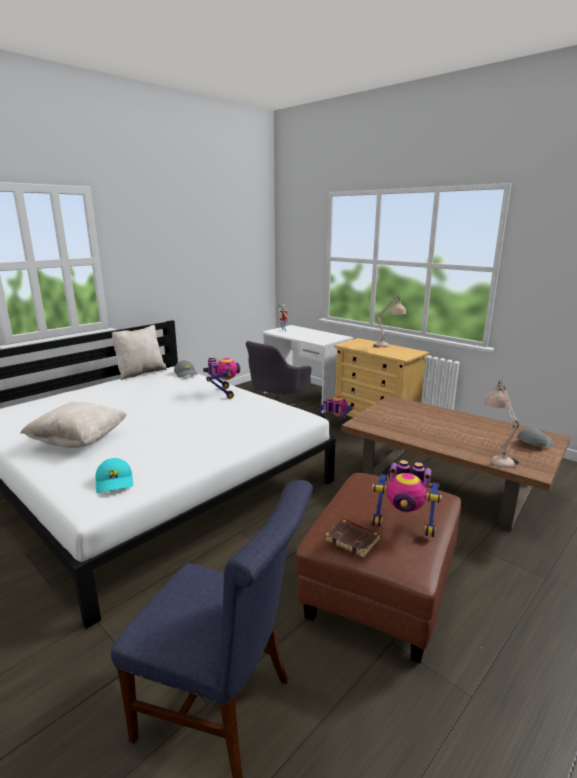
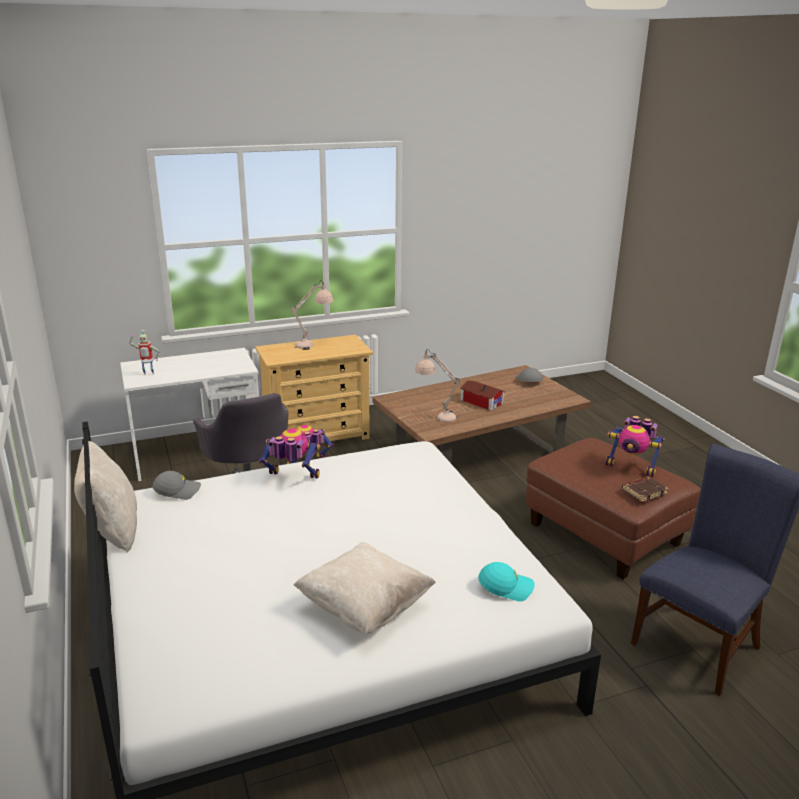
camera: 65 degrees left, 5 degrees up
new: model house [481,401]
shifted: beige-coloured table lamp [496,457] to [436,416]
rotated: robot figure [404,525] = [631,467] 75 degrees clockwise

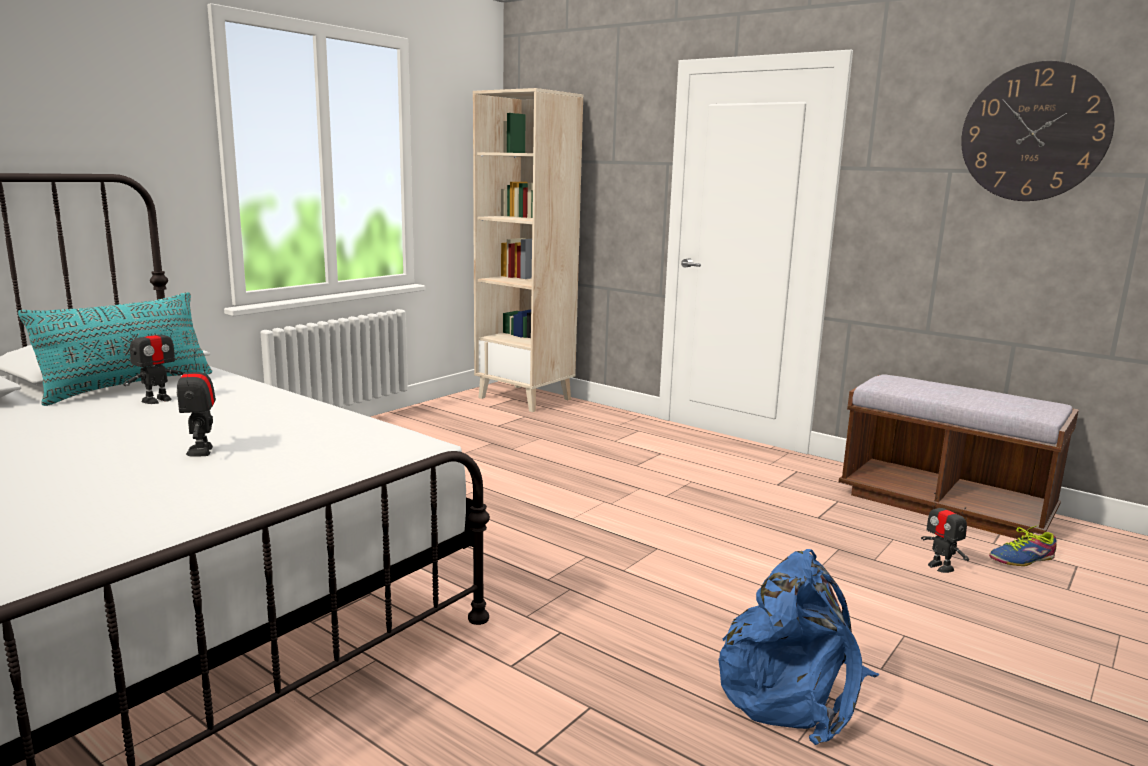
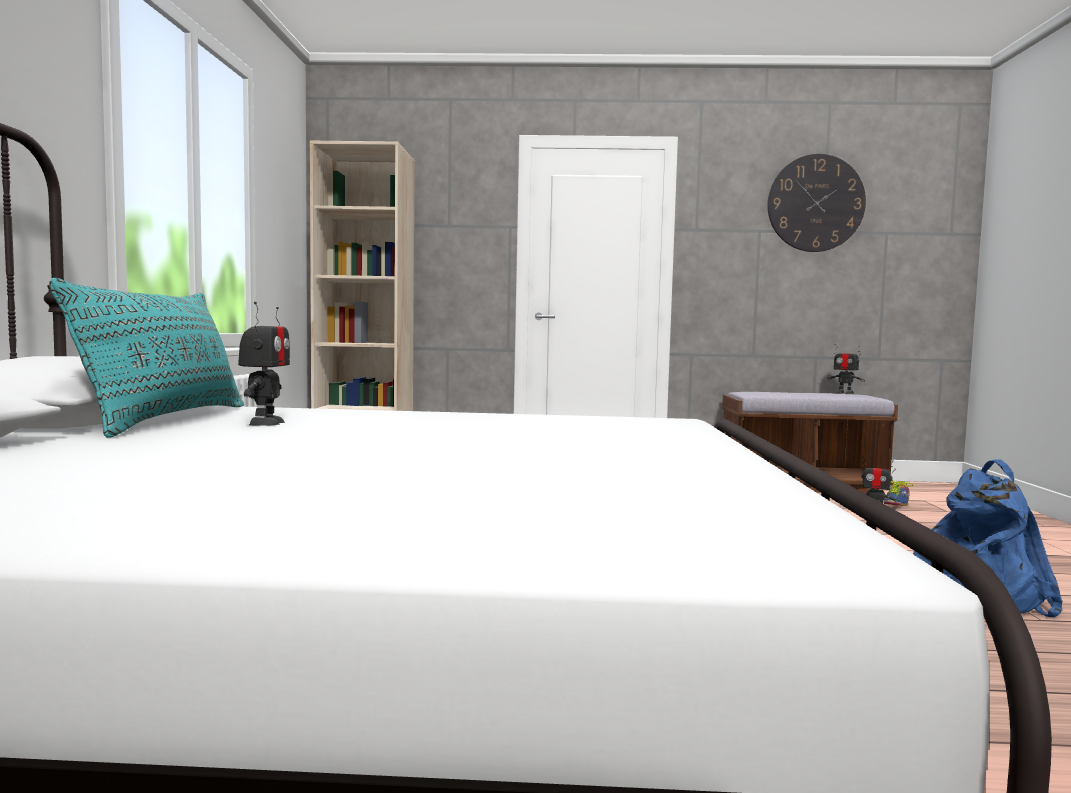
camera: 35 degrees left, 10 degrees down
shifted: robot figure [201,451] to [844,393]

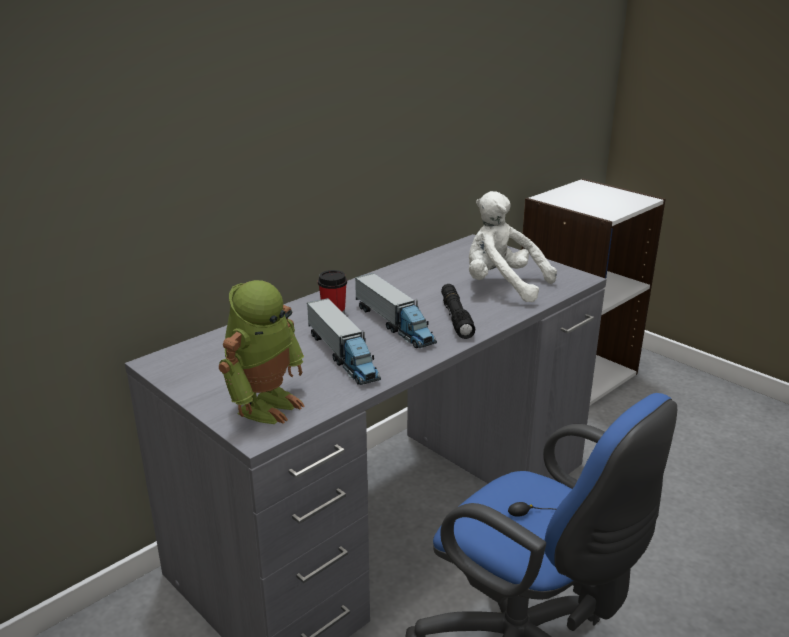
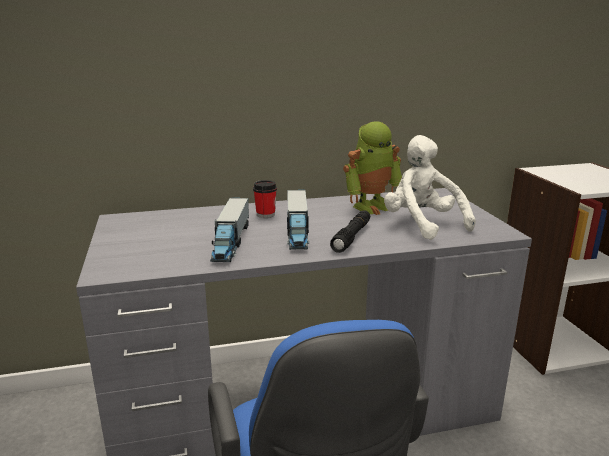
camera: 30 degrees right, 5 degrees down
shifted: robot figure [265,404] to [372,206]

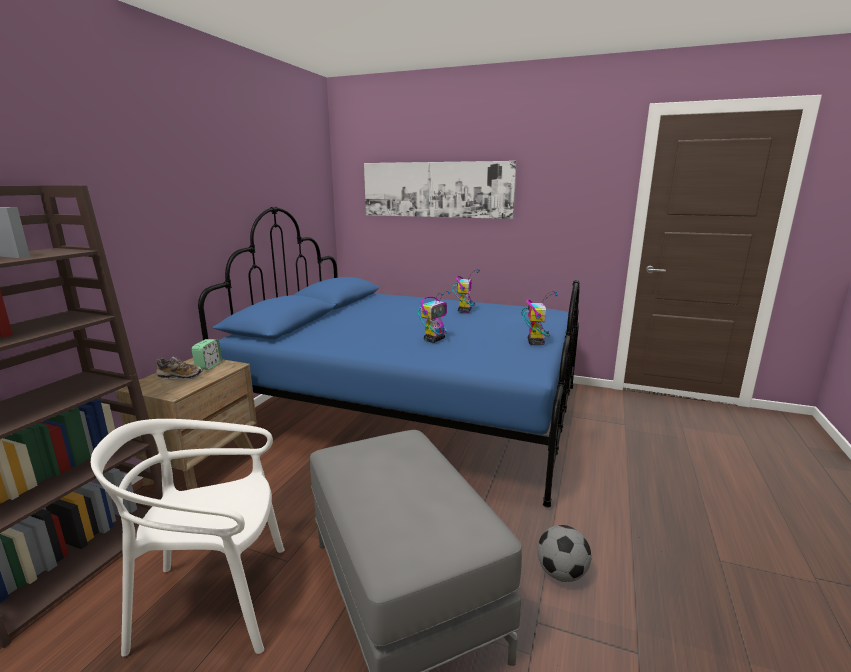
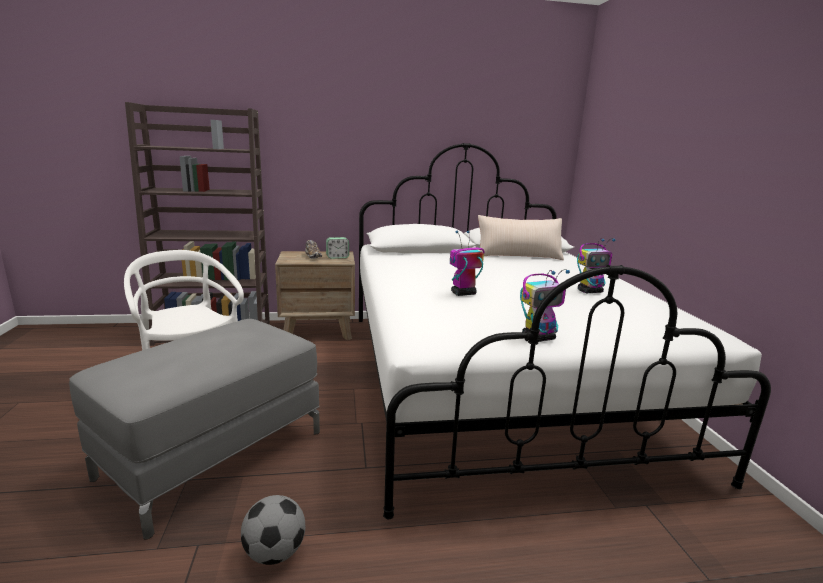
camera: 60 degrees right, 0 degrees up
gone: picture [436,189]
new: beige-coloured cushion [518,256]
repainted: bluish bedroom bed [413,409] to whitish bedroom bed [494,380]
rotated: robot figure [434,340] = [463,293] 150 degrees clockwise

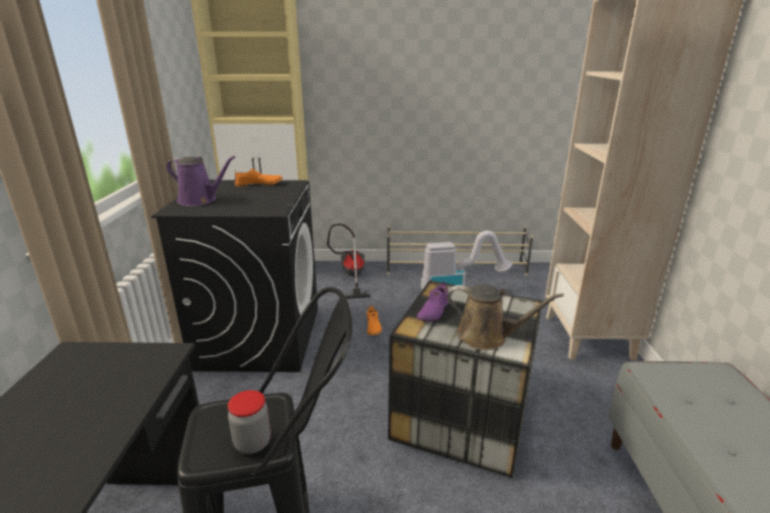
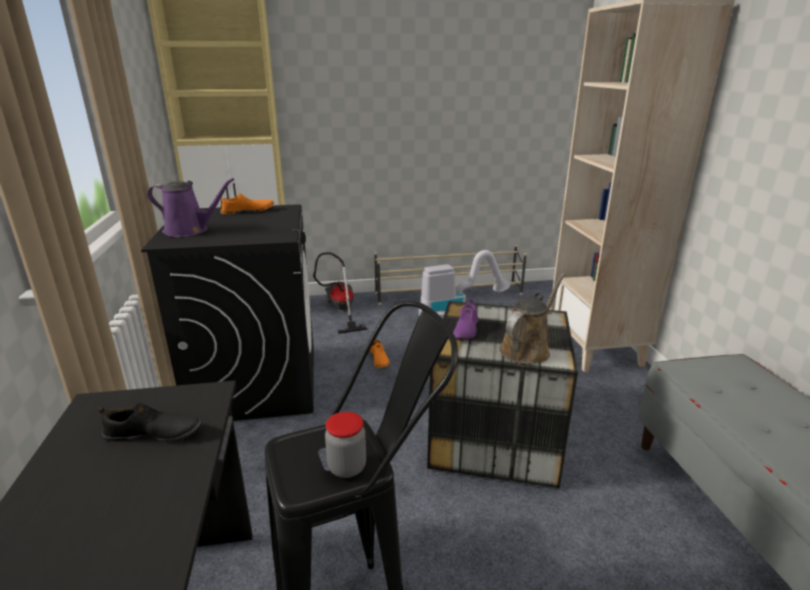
camera: 10 degrees left, 0 degrees up
new: black-coloured item of footwear [154,434]
rotated: brownish watering pot [487,337] = [527,349] 60 degrees counterclockwise

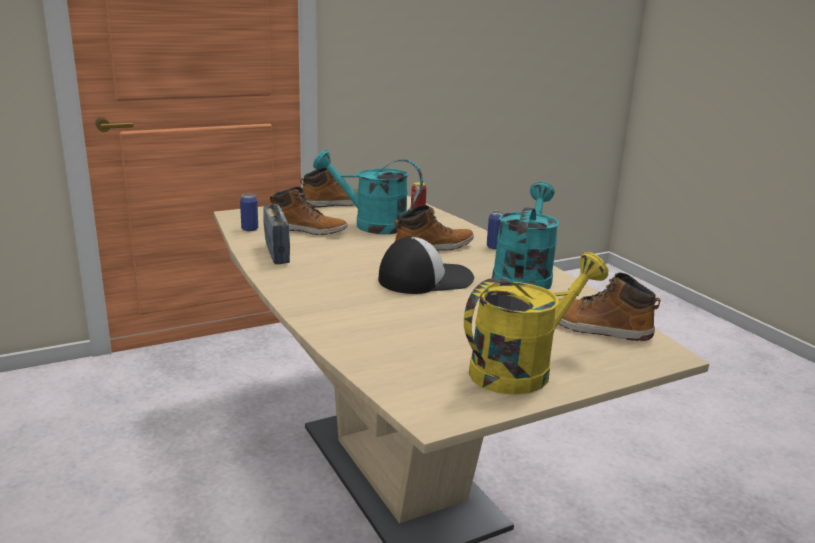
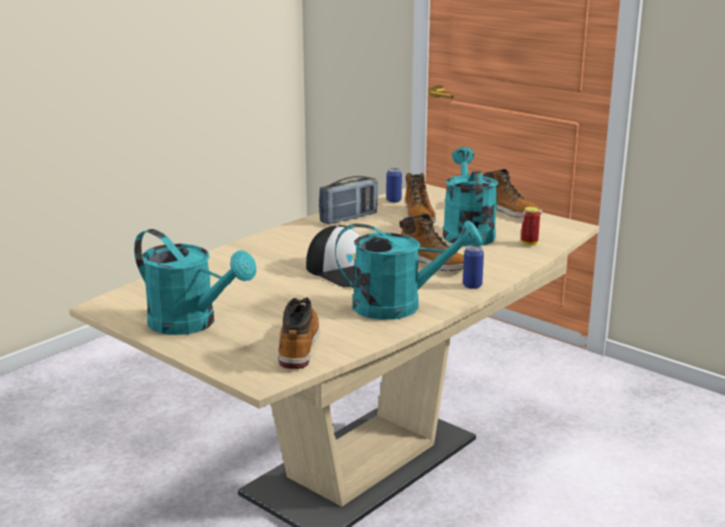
camera: 70 degrees right, 0 degrees up
repainted: yellowish watering pot [521,368] to turquoise watering pot [192,324]

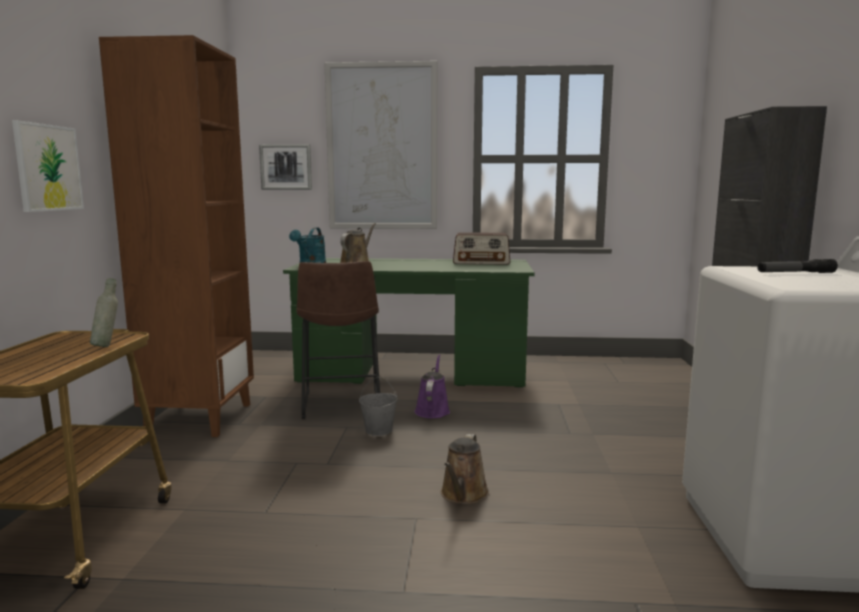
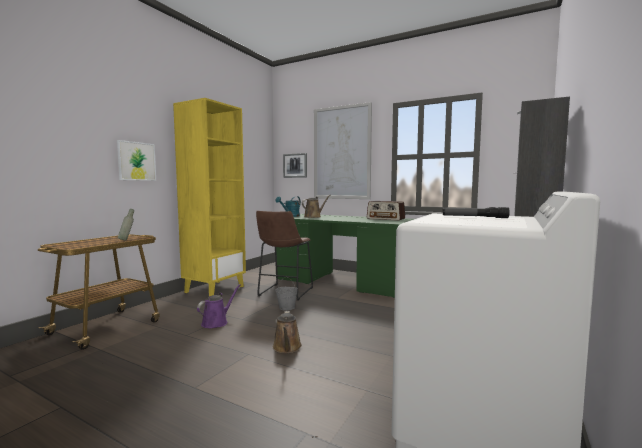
camera: 25 degrees right, 5 degrees down
shifted: purple-coloured watering pot [432,410] to [216,322]
repainted: brownish bookcase [199,418] to yellowish bookcase [214,289]
rotated: brownish watering pot [463,495] = [287,348] 45 degrees counterclockwise

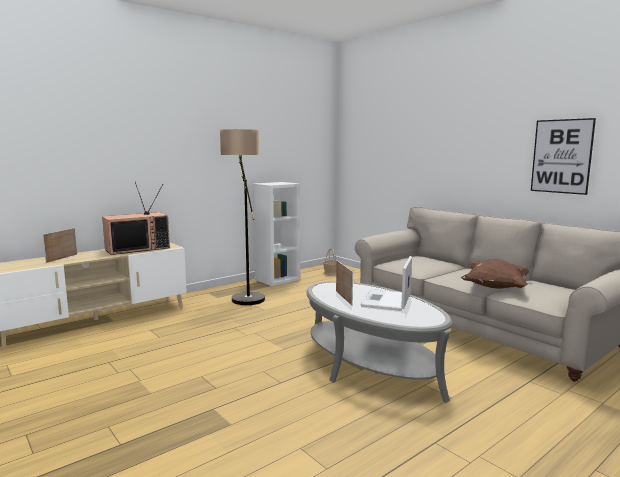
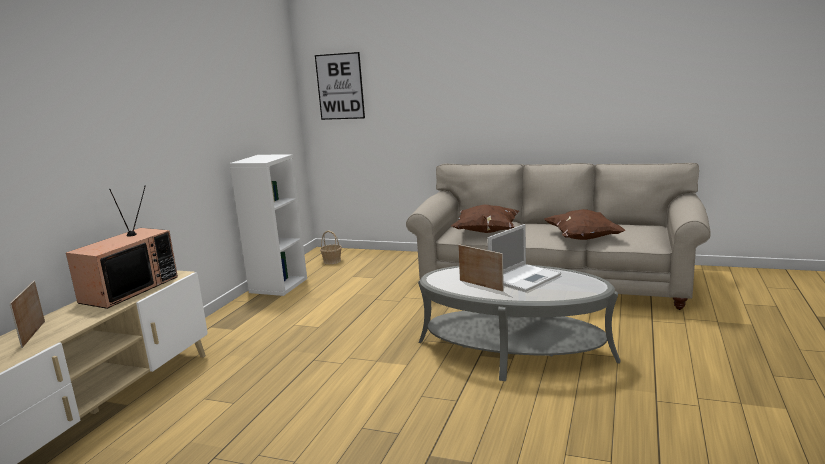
camera: 30 degrees left, 5 degrees up
gone: standard lamp [246,295]
new: brownish cushion [486,232]
shifted: picture [561,156] to [340,86]
rotated: laptop [386,301] = [525,277] 120 degrees counterclockwise

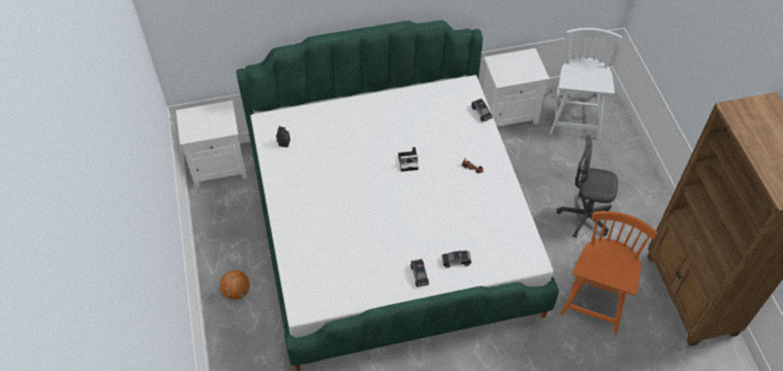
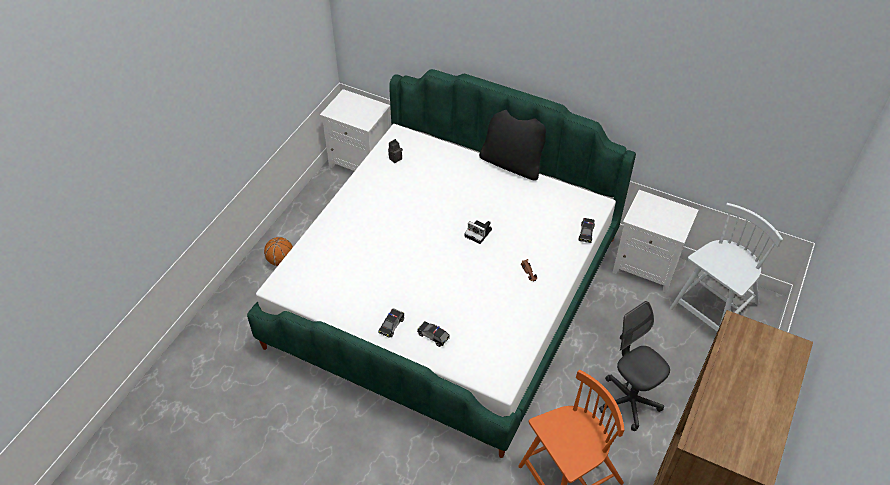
camera: 40 degrees right, 5 degrees down
new: black-coloured cushion [512,163]

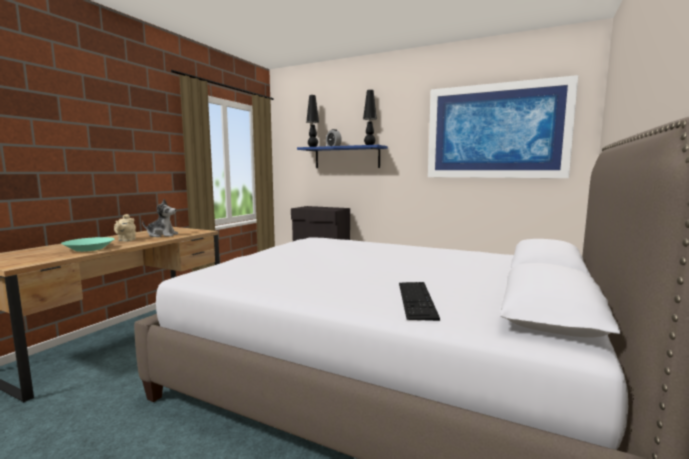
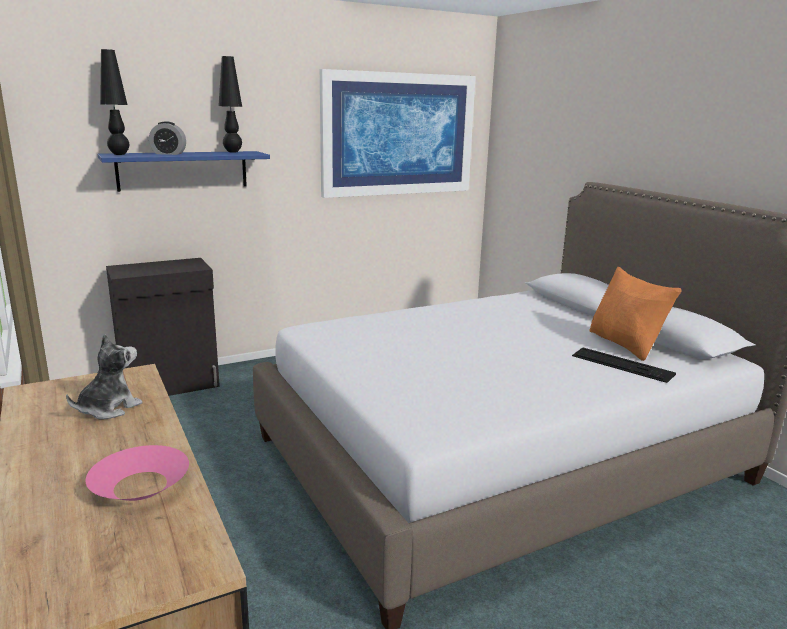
camera: 55 degrees left, 10 degrees up
gone: beige-coloured tea pot [126,240]
new: orange cushion [625,345]
repainted: turquoise bowl [89,249] to pink-coloured bowl [140,485]

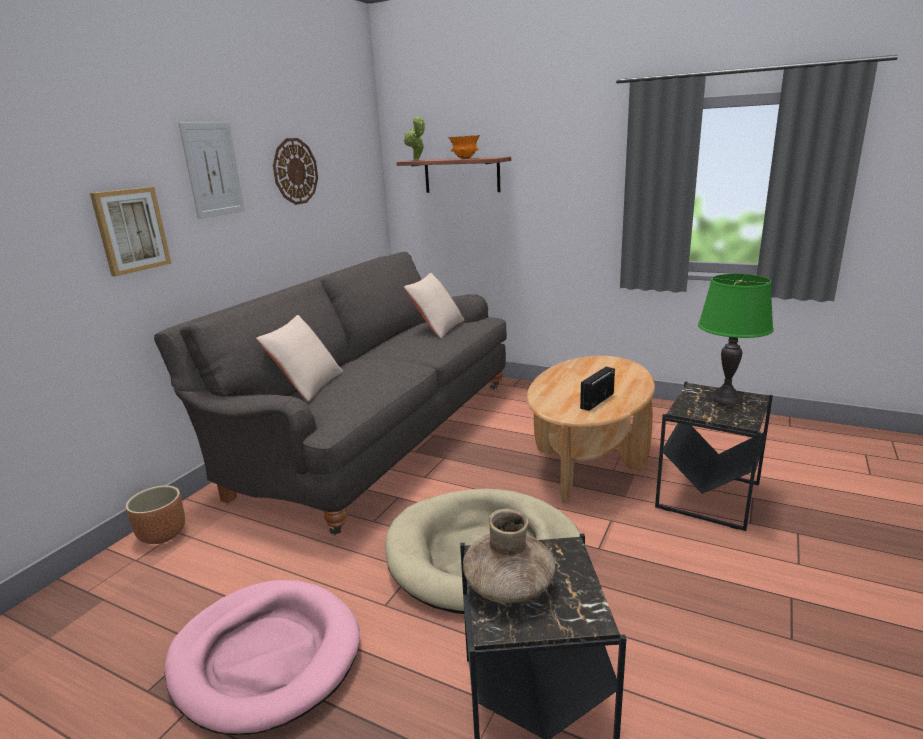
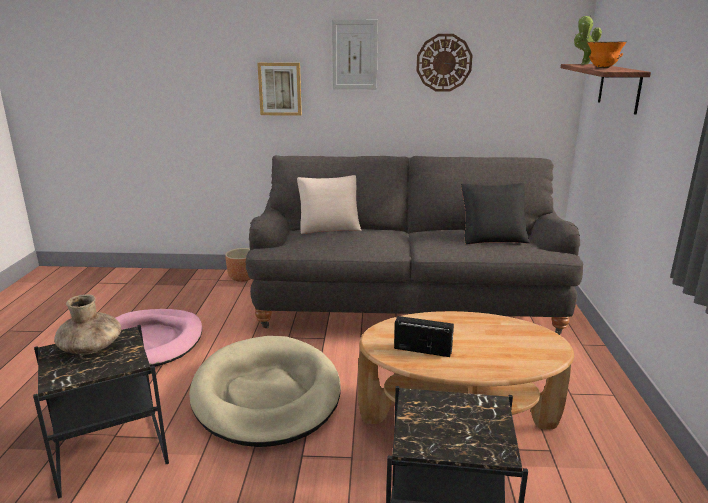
camera: 65 degrees right, 0 degrees up
gone: green-coloured table lamp [725,398]
repainted: beige-coloured cushion [437,328] to black-coloured cushion [492,237]

